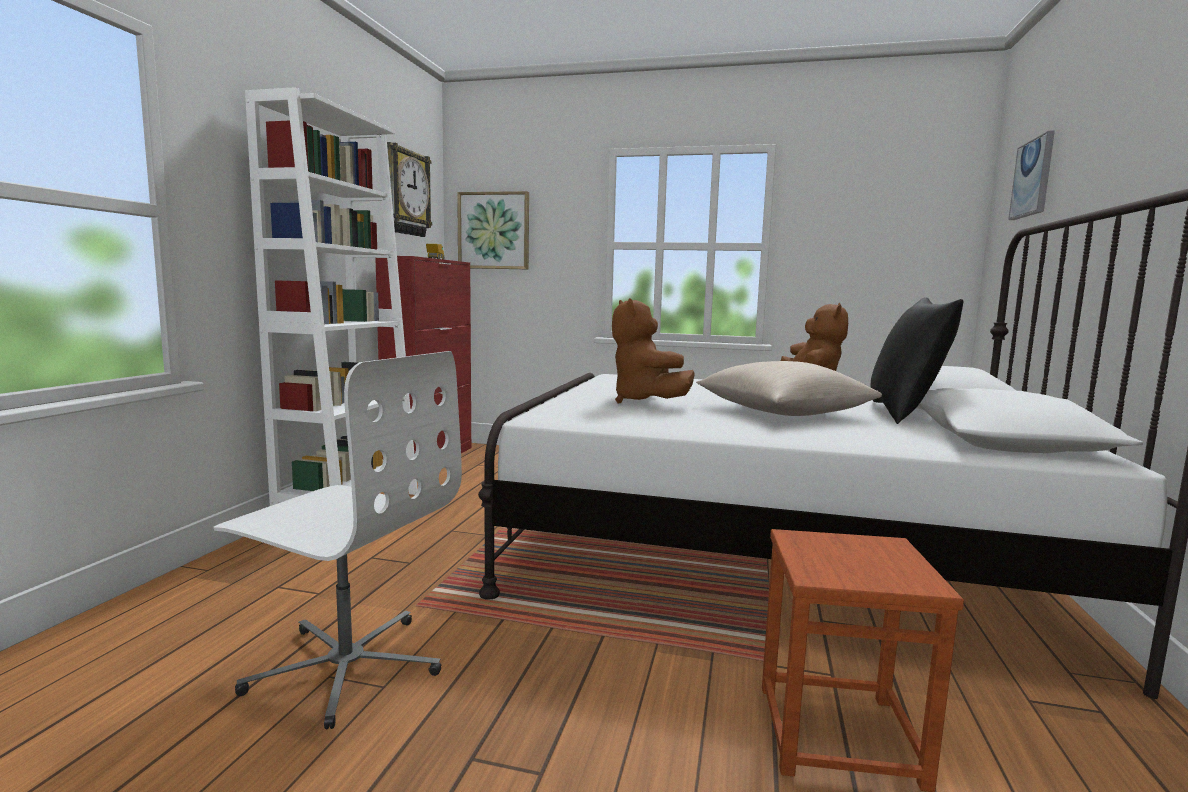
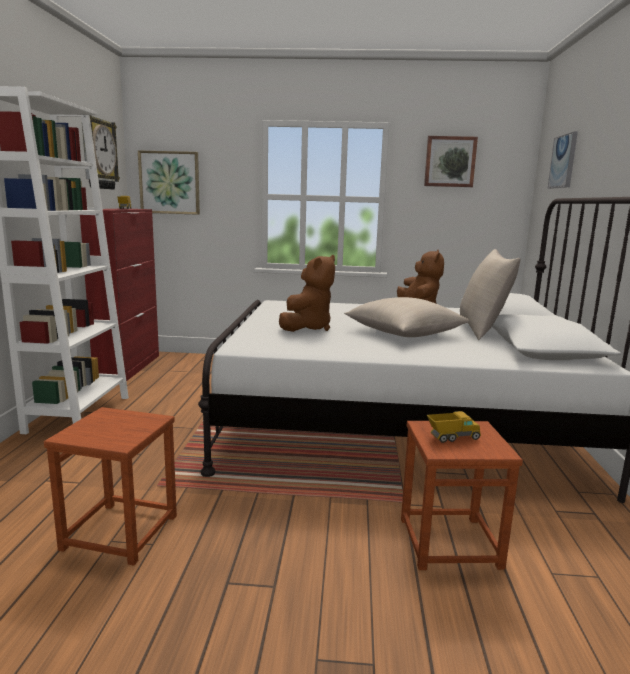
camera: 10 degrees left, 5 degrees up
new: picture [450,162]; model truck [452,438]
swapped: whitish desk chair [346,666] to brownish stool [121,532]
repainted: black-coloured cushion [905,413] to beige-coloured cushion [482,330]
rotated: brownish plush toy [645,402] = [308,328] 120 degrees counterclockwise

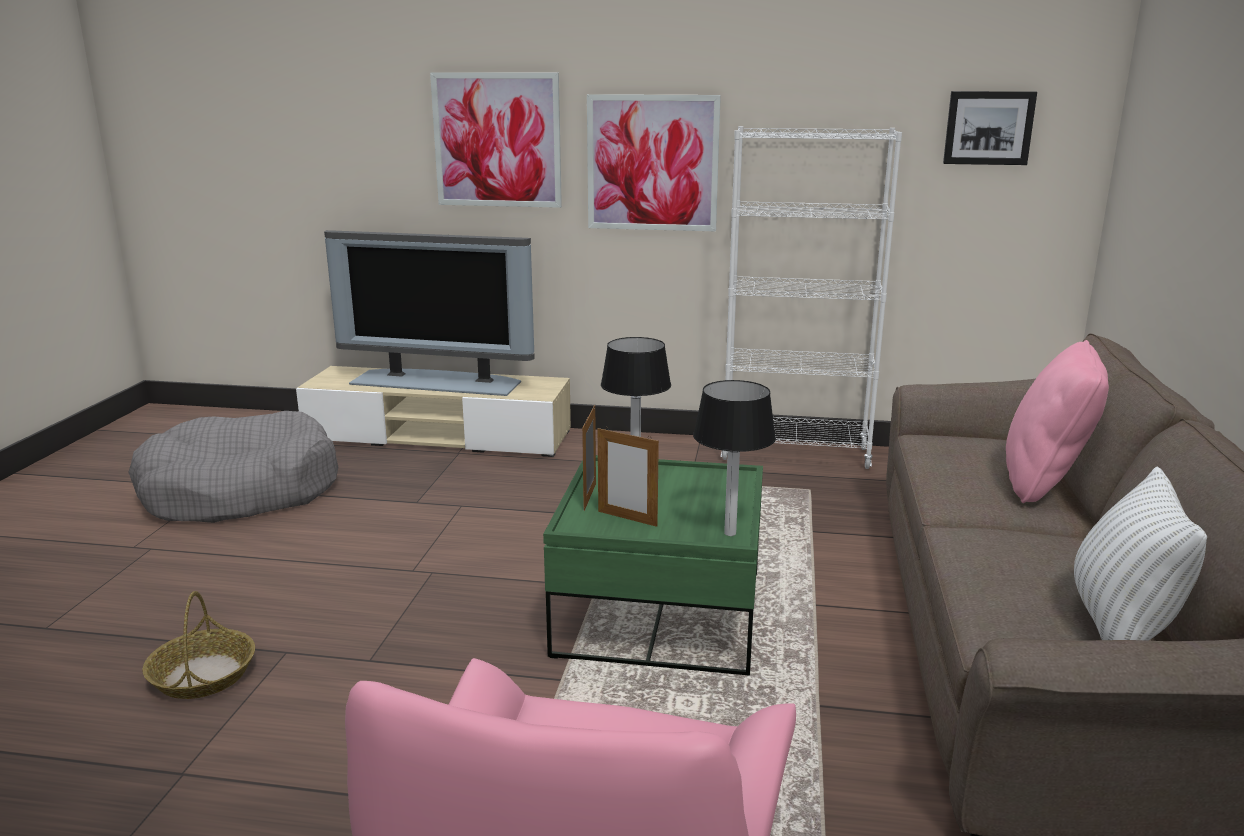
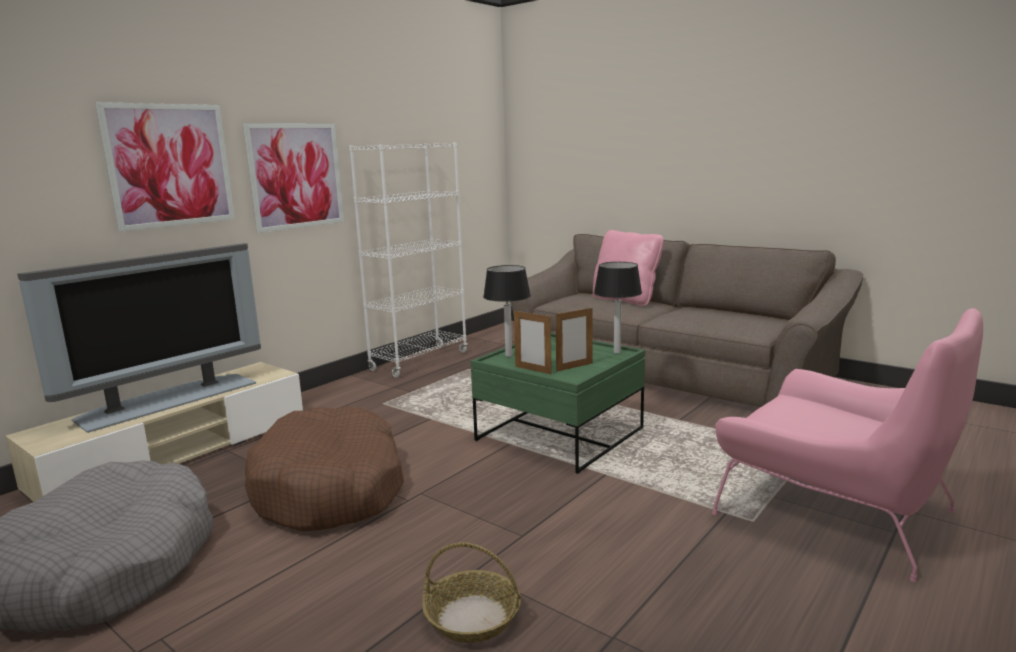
camera: 60 degrees left, 5 degrees down
gone: picture [988,128]; whitish cushion [1120,626]
new: brownish dog cushion [330,488]

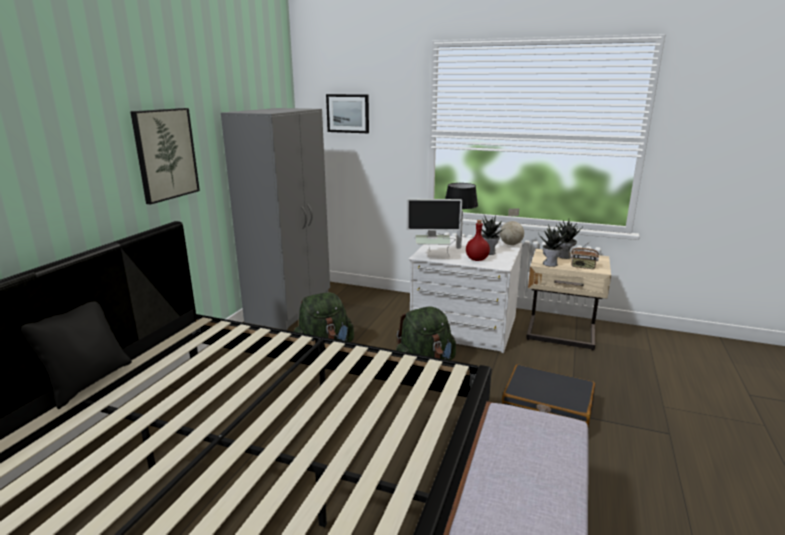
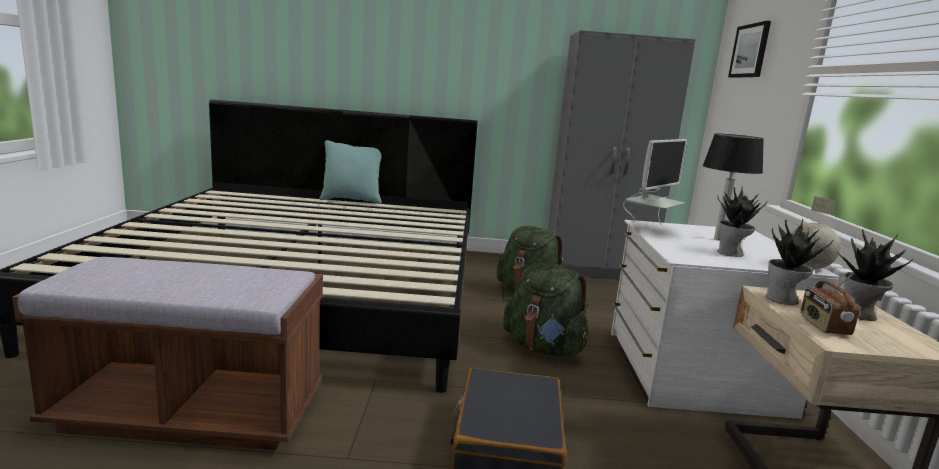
camera: 70 degrees right, 5 degrees down
gone: picture [165,154]; red bottle [476,259]
repainted: black-coloured cushion [87,382] to turquoise cushion [352,200]
rotated: computer screen [432,257] = [649,227] 120 degrees counterclockwise

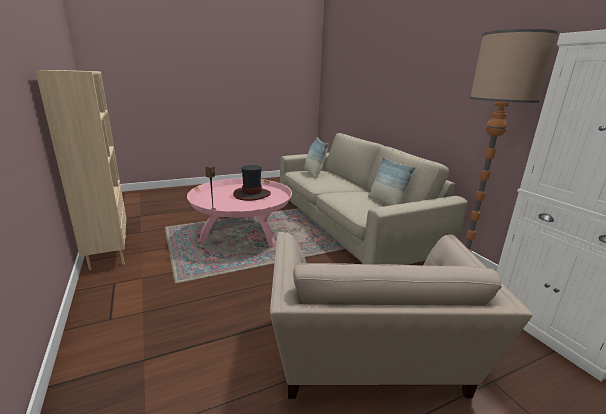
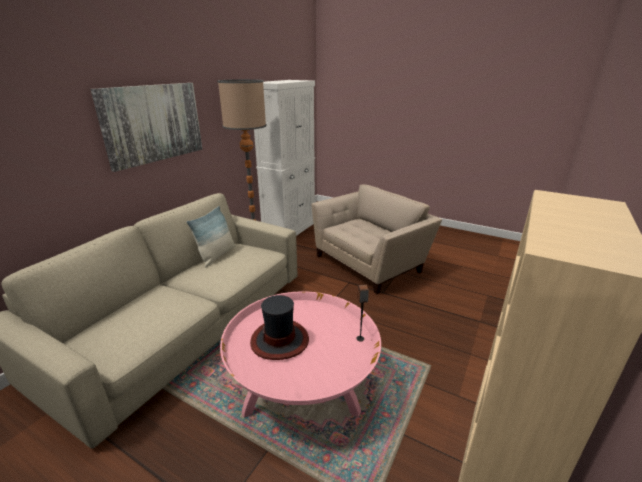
camera: 125 degrees left, 5 degrees up
gone: cushion [314,173]
new: picture [153,123]

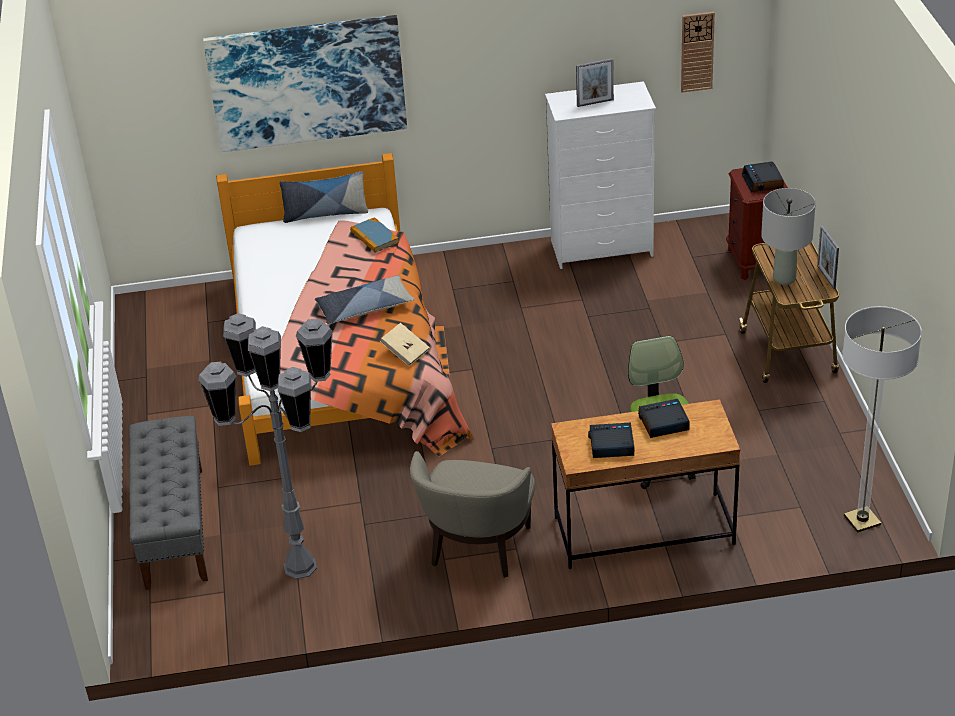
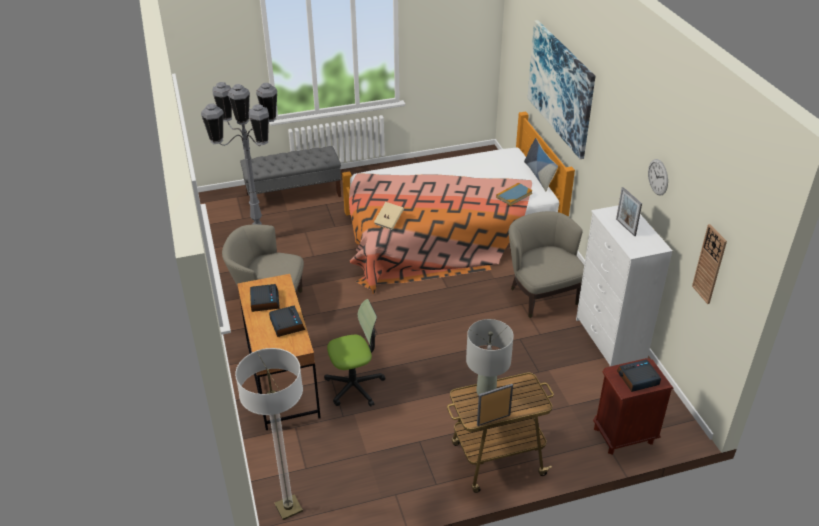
camera: 80 degrees right, 0 degrees up
gone: cushion [364,308]
new: hanging clock [658,177]; beige-coloured easy chair [541,295]

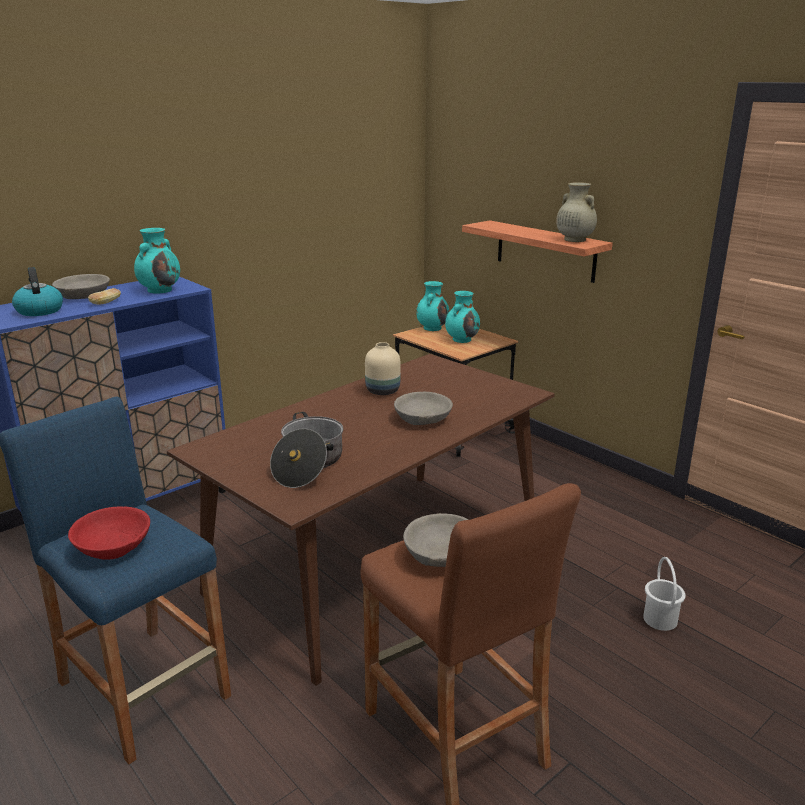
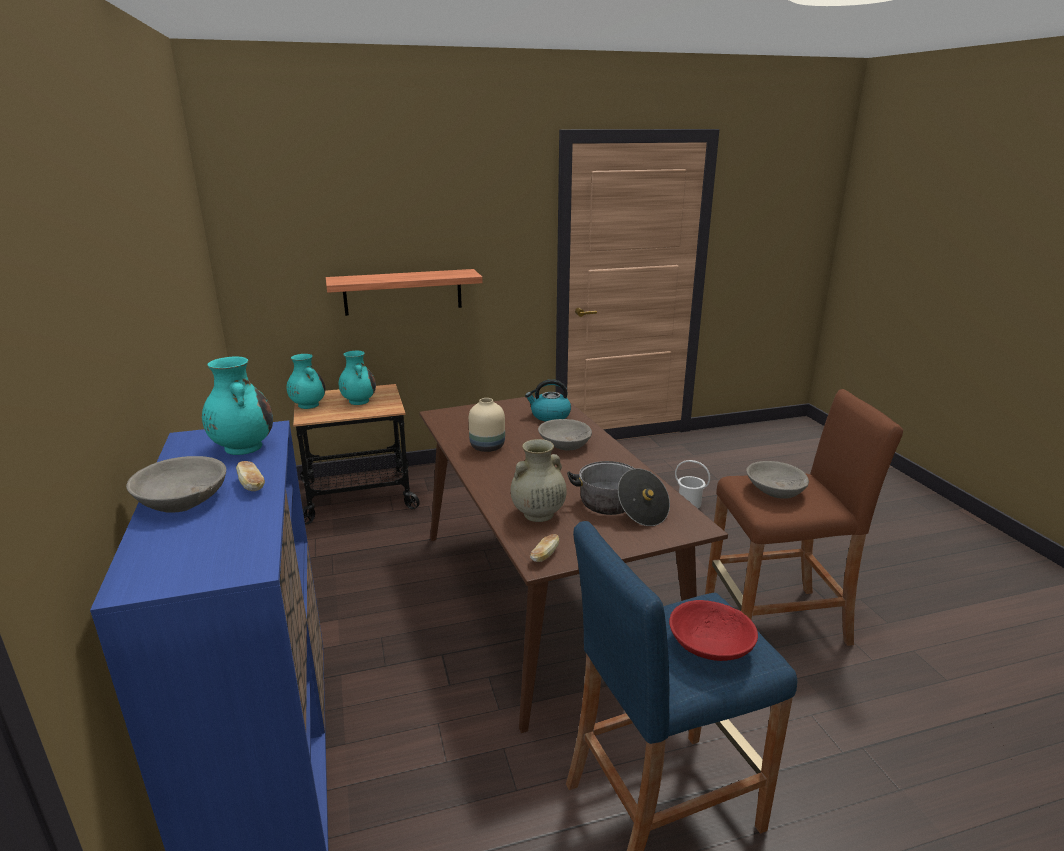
camera: 65 degrees left, 0 degrees up
new: bread [544,555]
shifted: beige-coloured vase [574,240] to [537,514]; water kettle [39,310] to [549,416]

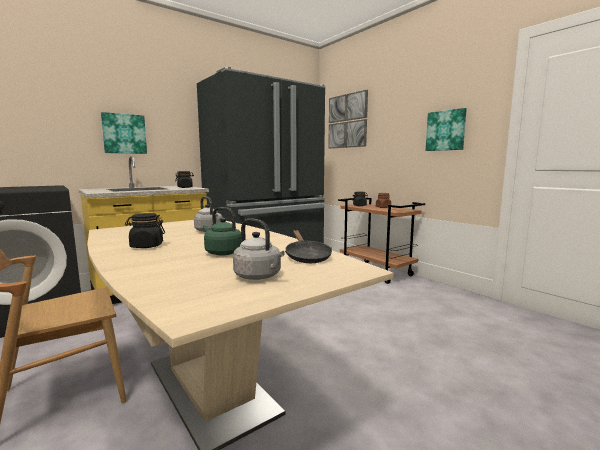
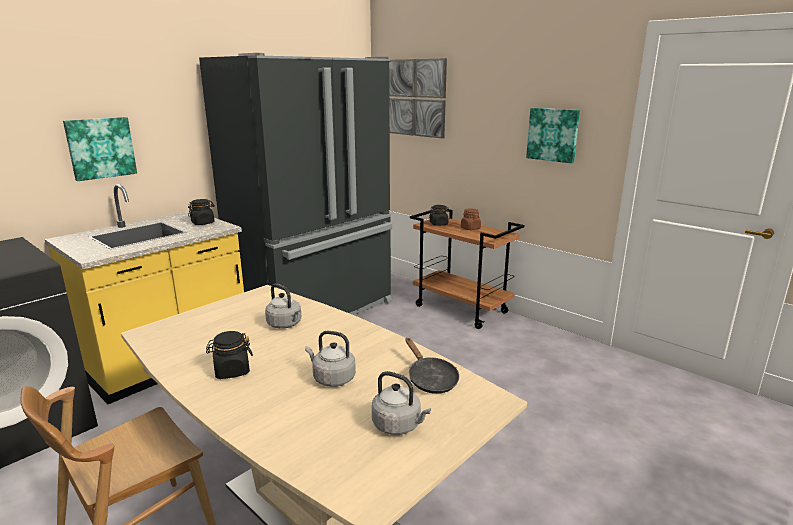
camera: 10 degrees left, 10 degrees up
repainted: green-coloured water kettle [222,252] to grey water kettle [332,379]

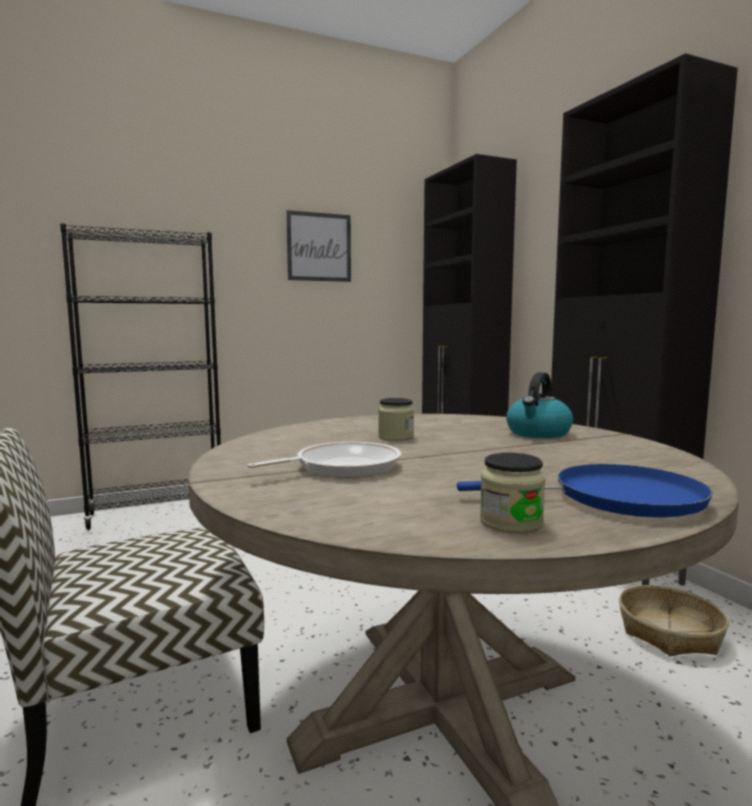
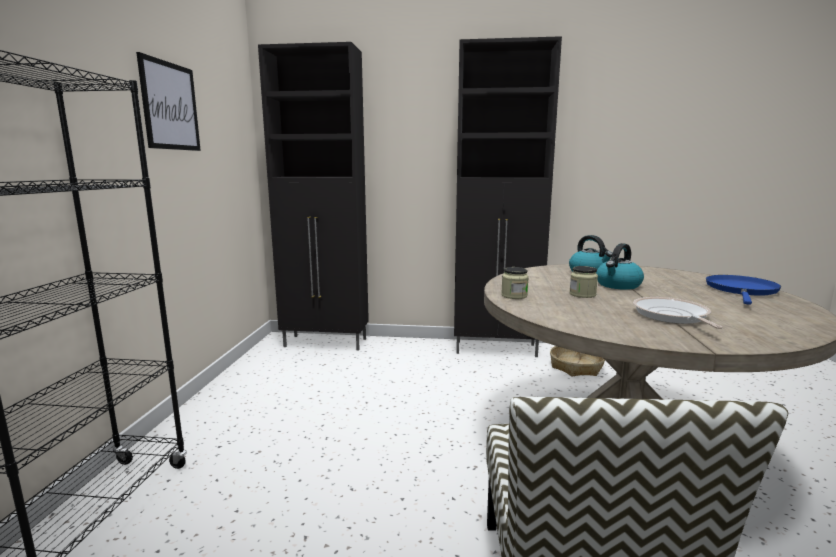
camera: 60 degrees left, 5 degrees up
new: water kettle [618,285]
shifted: jar [511,523] to [514,296]

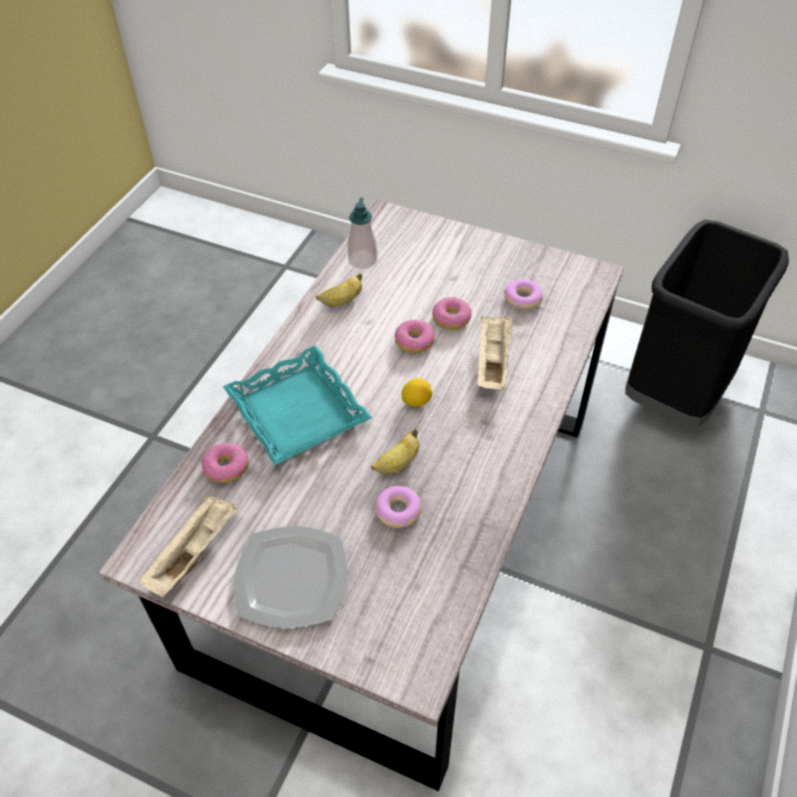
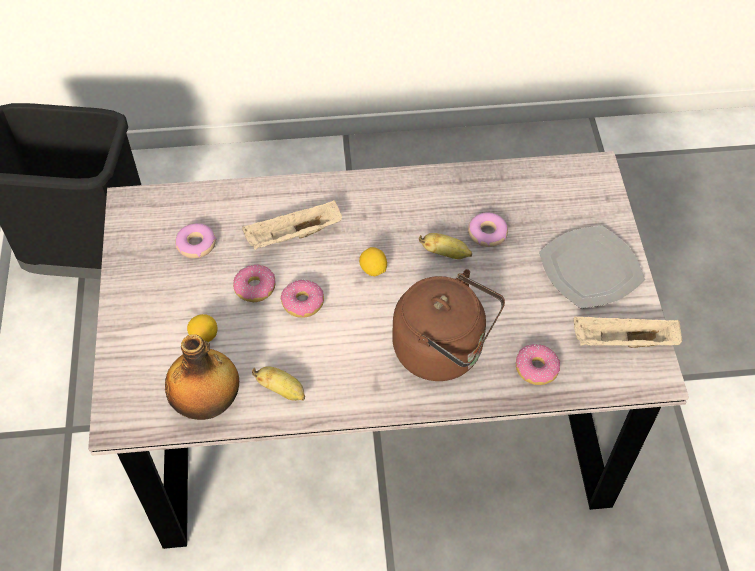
camera: 120 degrees left, 5 degrees up
new: citrus fruit [204,335]
swapped: soap bottle [362,260] to bottle [208,404]; turquoise carrying tray [296,411] to brownish water kettle [444,351]

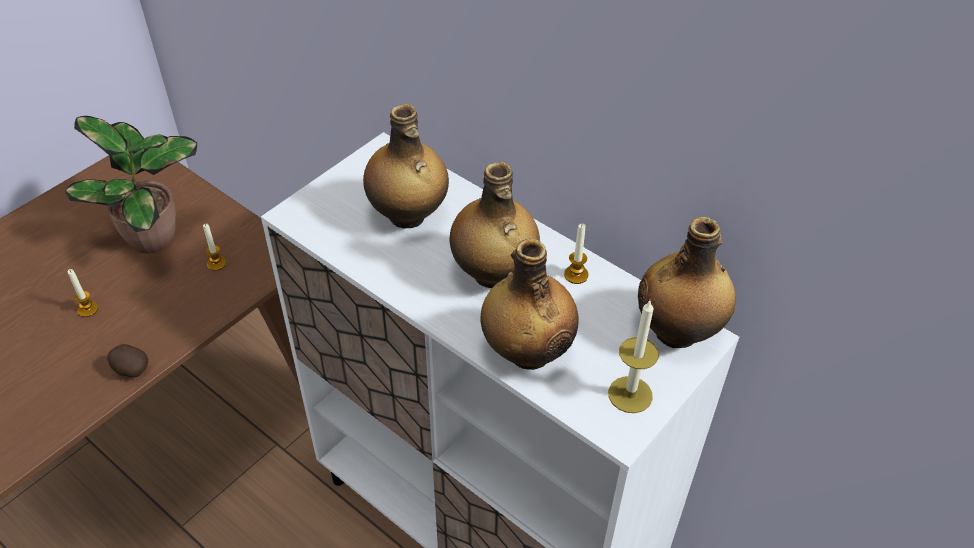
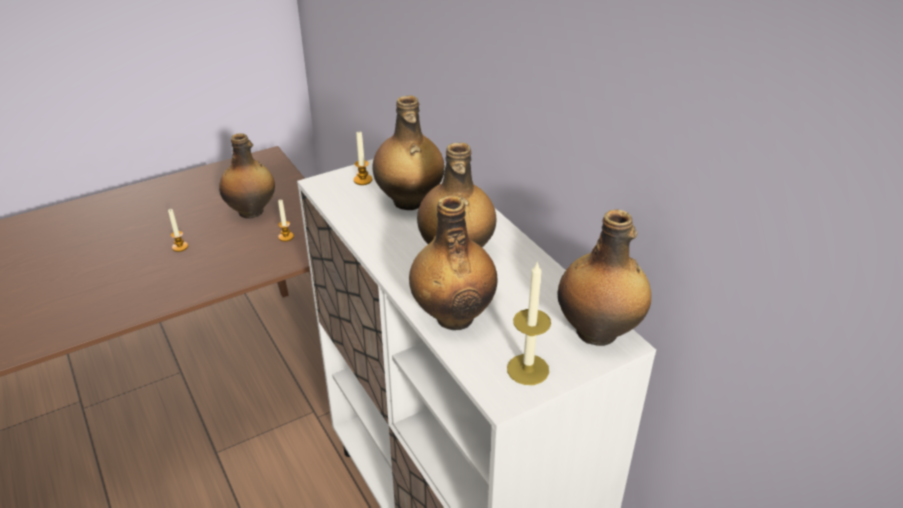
camera: 20 degrees right, 10 degrees down
gone: potato [130,369]
shifted: wax light [576,275] to [363,180]
swapped: plant in a pot [156,238] to bottle [252,211]

